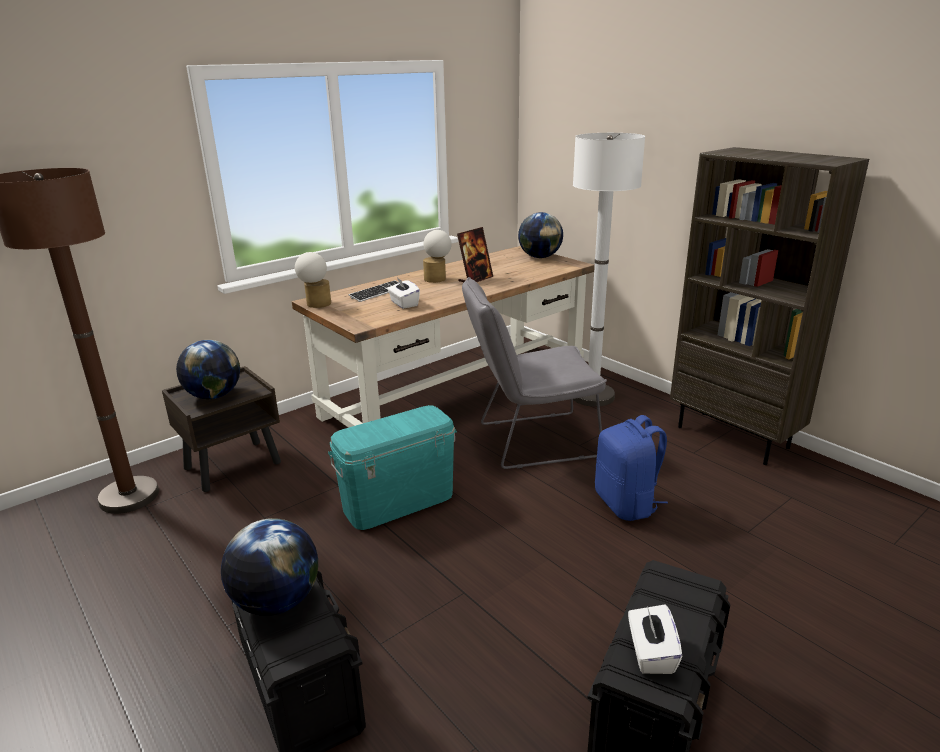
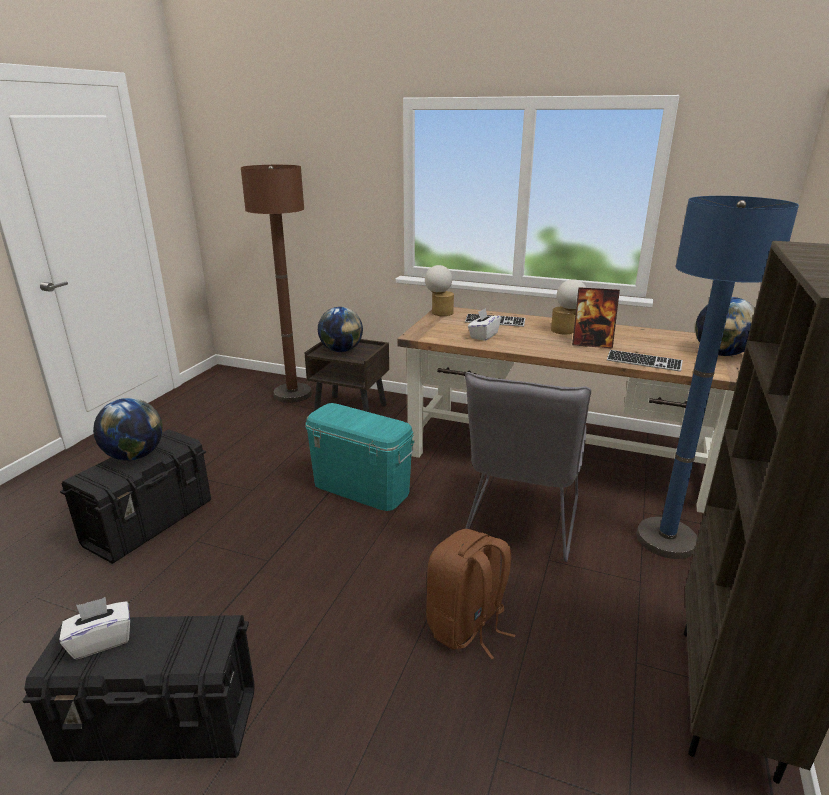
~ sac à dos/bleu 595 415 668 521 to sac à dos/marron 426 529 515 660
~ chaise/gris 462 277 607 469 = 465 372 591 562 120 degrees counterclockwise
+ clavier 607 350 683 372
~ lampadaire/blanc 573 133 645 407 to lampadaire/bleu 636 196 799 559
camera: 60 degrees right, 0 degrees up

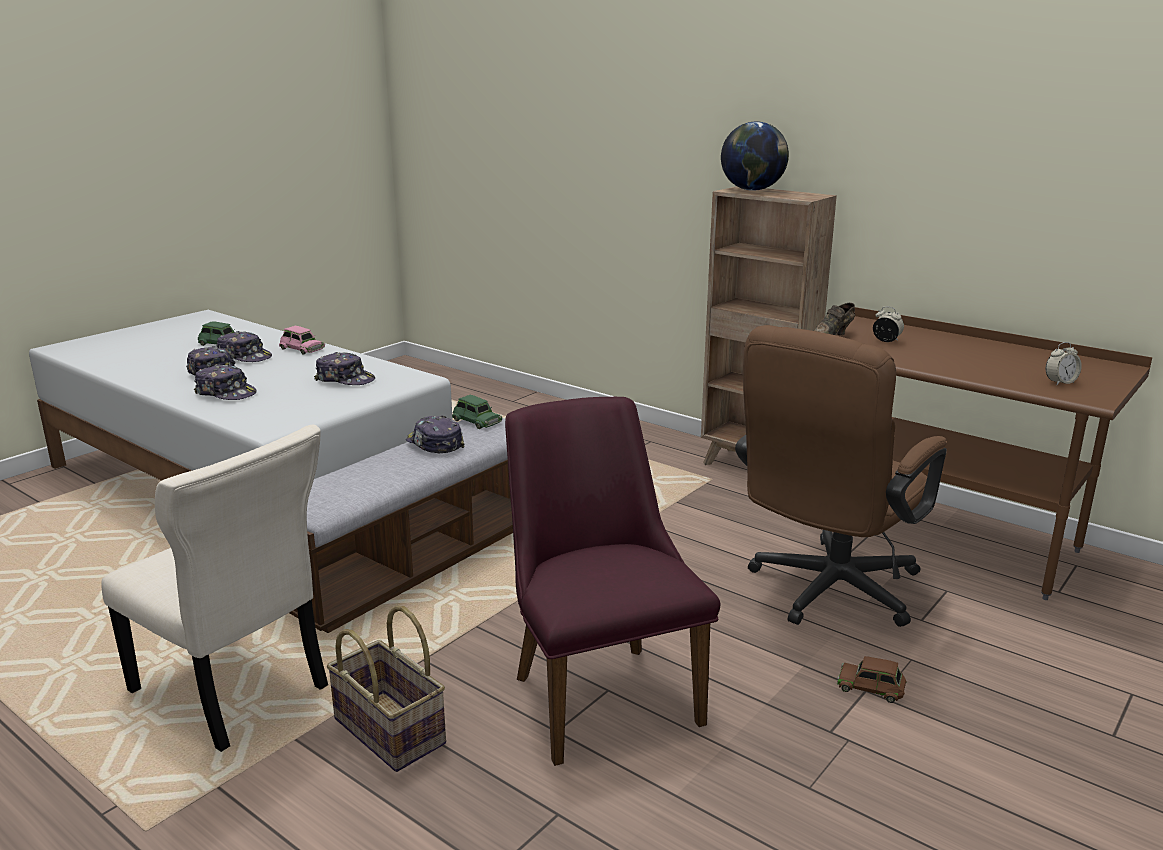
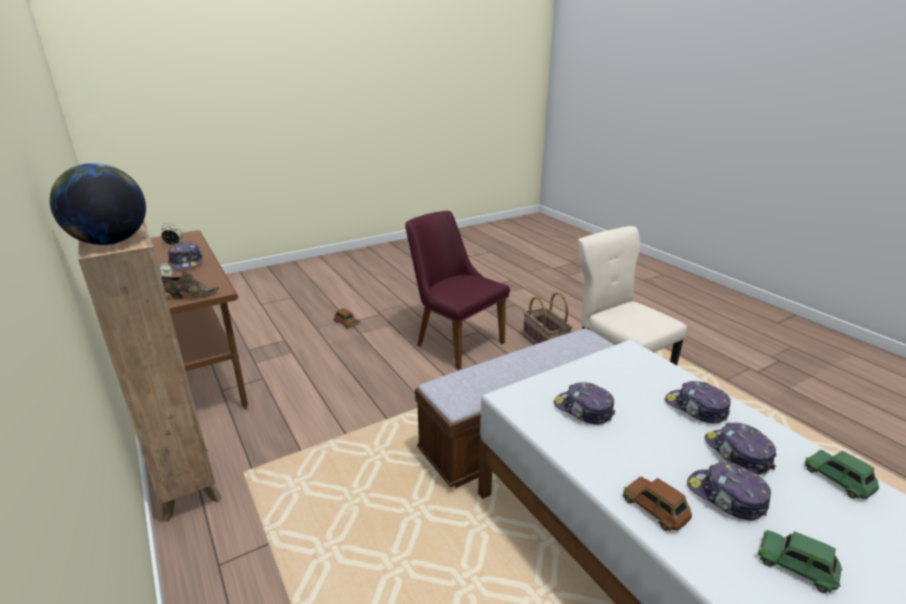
~ casquette 406 415 465 453 to 168 242 202 270
~ chaise/violet 505 397 720 766 = 405 211 510 370 135 degrees clockwise
~ petite voiture/rose 279 326 325 354 to petite voiture/marron 623 477 692 531
~ petite voiture/vert 452 395 502 429 to 804 450 879 499
- chaise de bureau/marron 735 325 947 627
camera: 160 degrees left, 5 degrees up

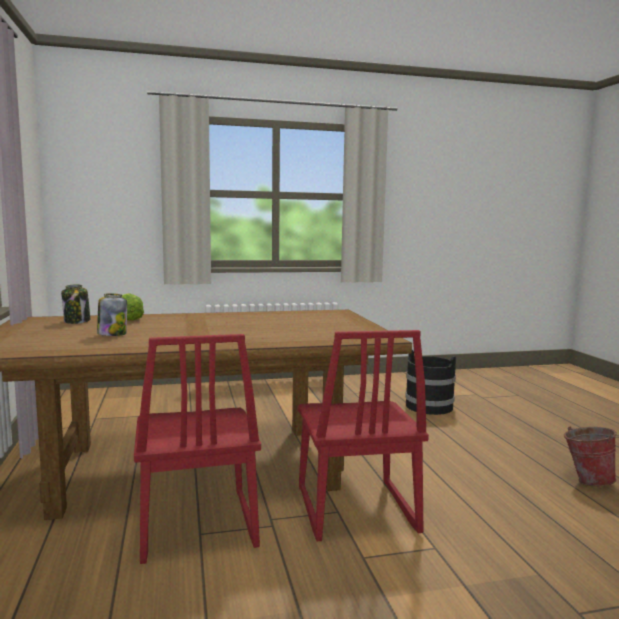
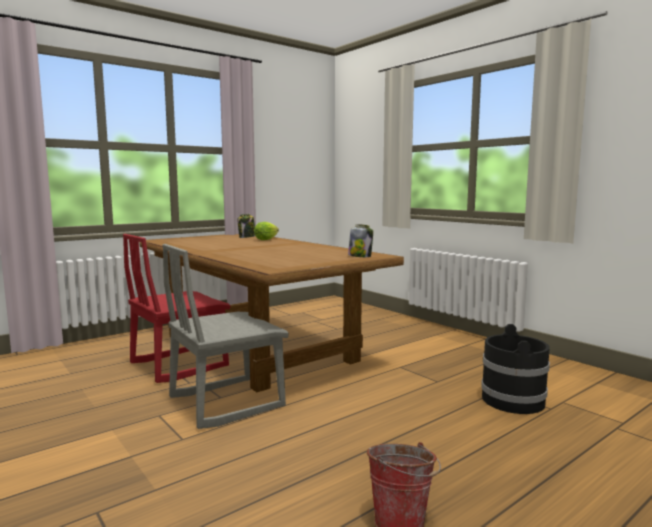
~ chaise/rouge 298 330 429 541 to chaise/gris 162 244 289 429
~ bocal 97 294 127 336 to 348 224 373 257
camera: 65 degrees right, 0 degrees up

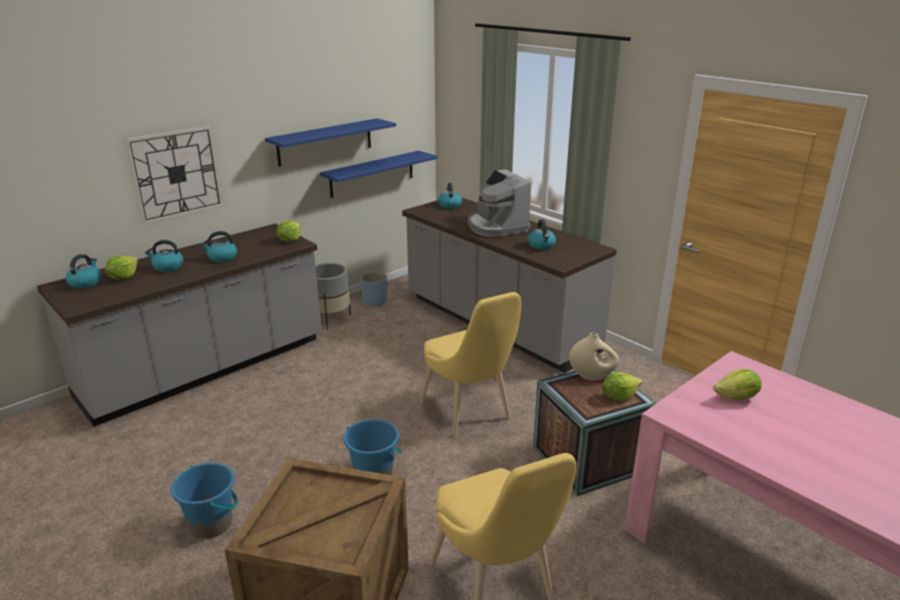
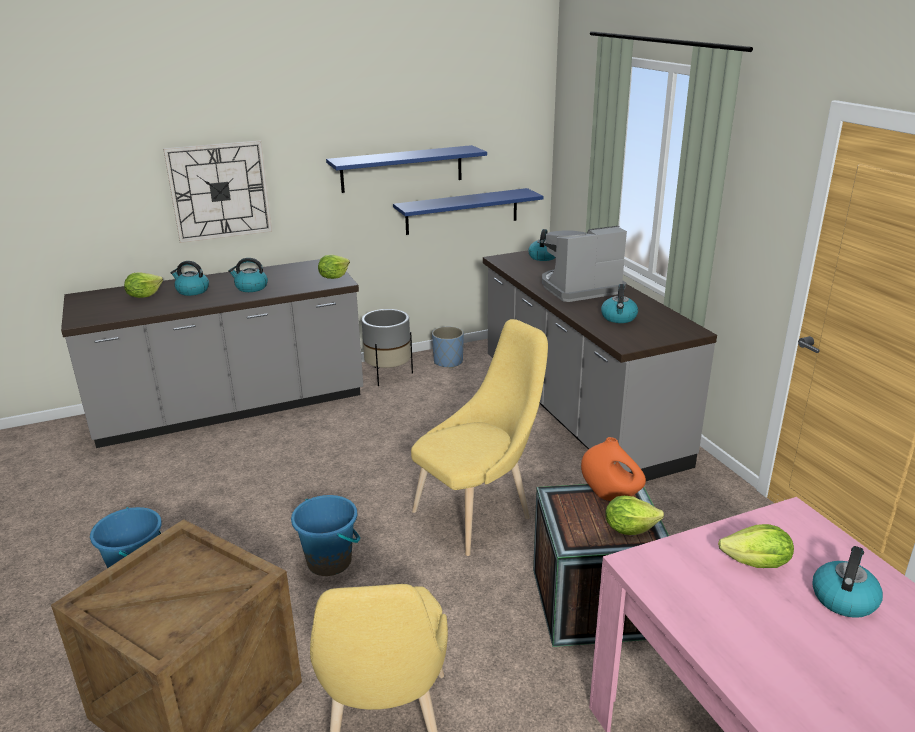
~ chaise/jaune 420 292 521 437 = 411 319 548 556 120 degrees counterclockwise
~ machine à café 468 169 531 237 = 542 226 627 302 75 degrees clockwise
~ vase/beige 569 333 619 381 to vase/orange 581 437 646 501
~ bouilloire 66 254 101 289 to 812 546 883 618
camera: 20 degrees right, 0 degrees up

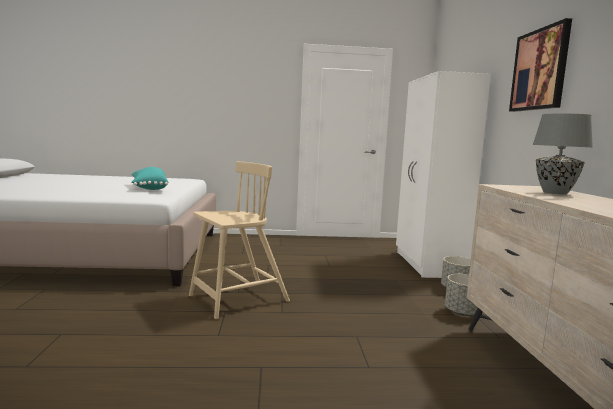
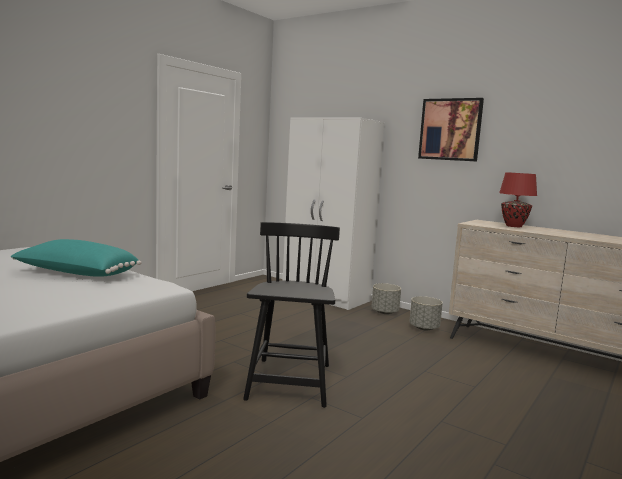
~ chaise/beige 189 161 290 319 to chaise/noir 243 222 340 408
~ lampe de table/gris 533 114 593 194 to lampe de table/rouge 499 172 537 227
camera: 50 degrees left, 0 degrees up

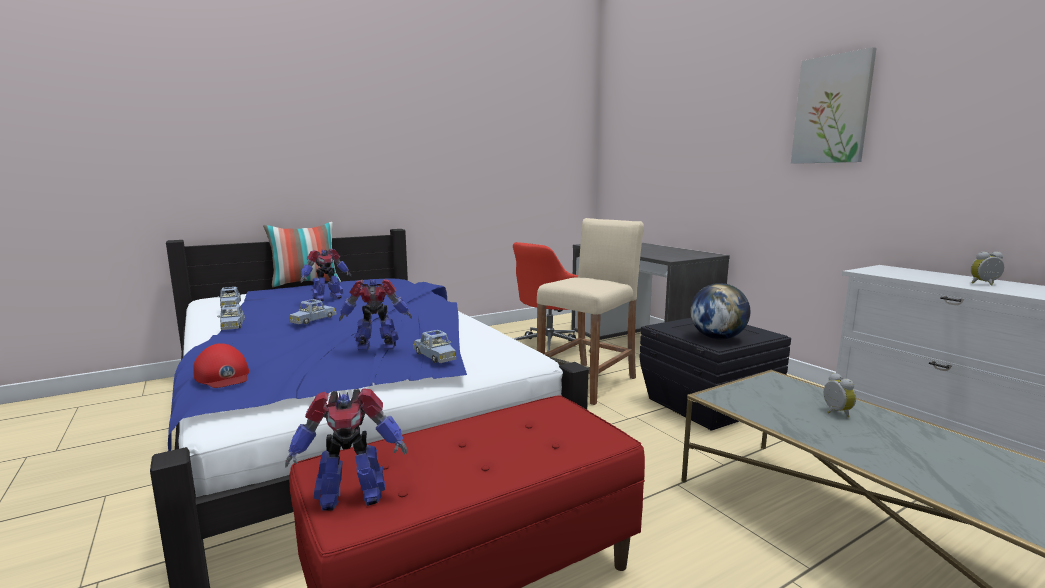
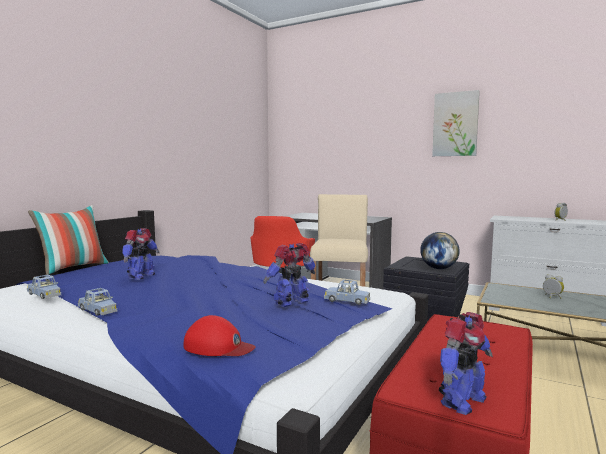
- petite voiture/bleu 290 299 337 324
camera: 30 degrees left, 5 degrees down

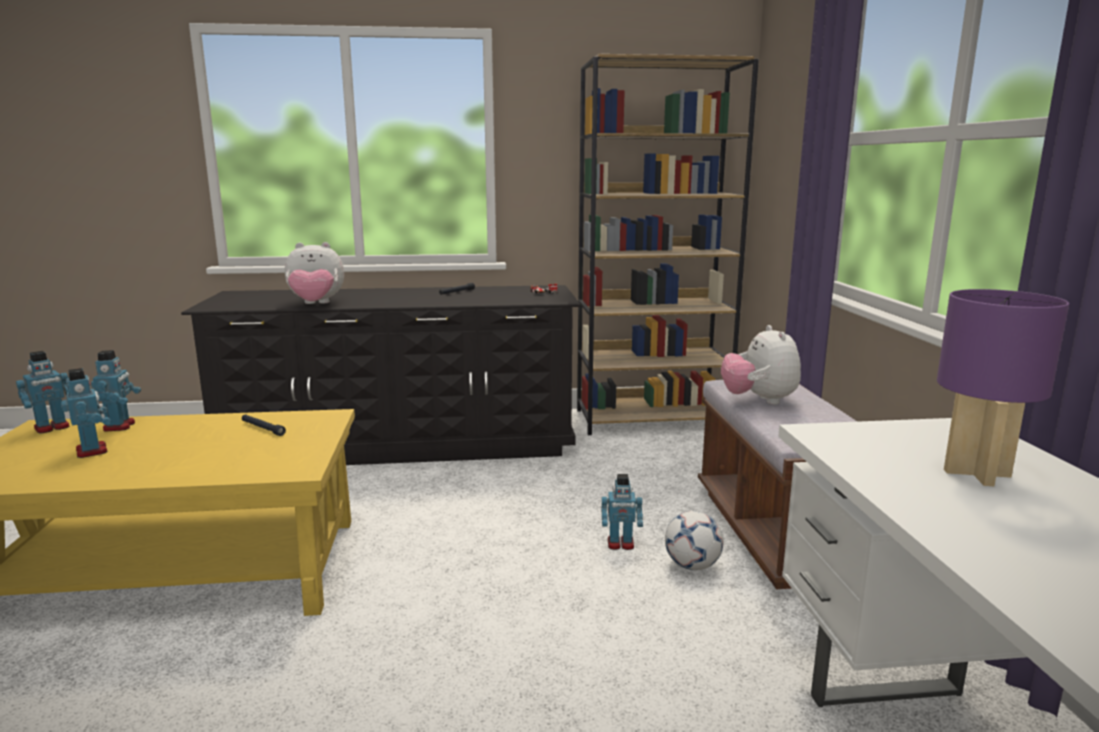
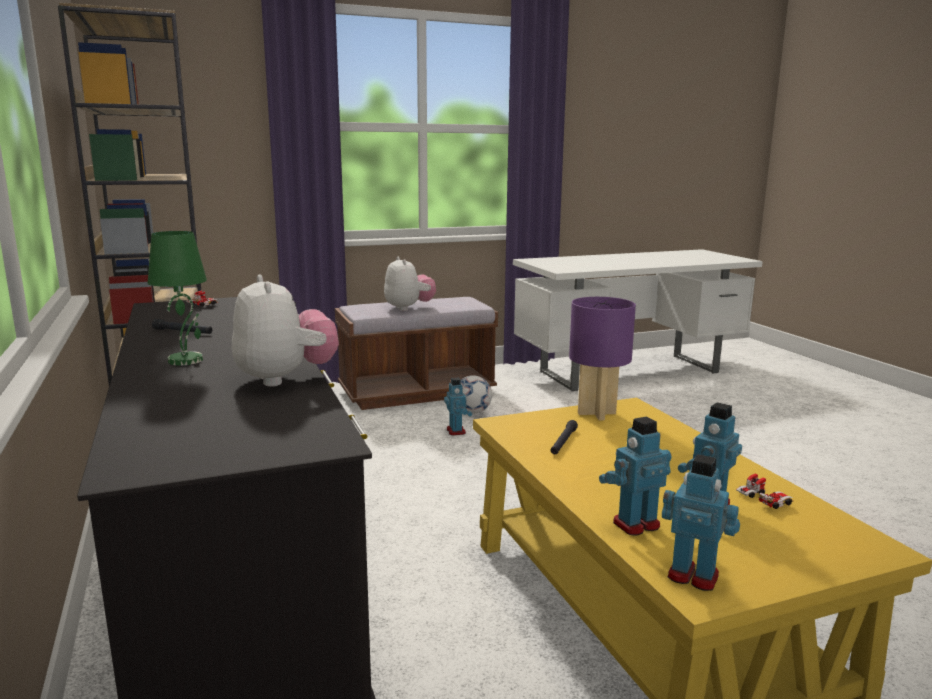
+ lampe de table/vert 148 231 207 365
~ peluche 721 325 801 405 = 384 256 436 311 90 degrees counterclockwise
~ lampe de table/violet 937 289 1069 486 to 569 297 636 420
+ petite voiture 736 473 793 509
camera: 105 degrees left, 0 degrees up

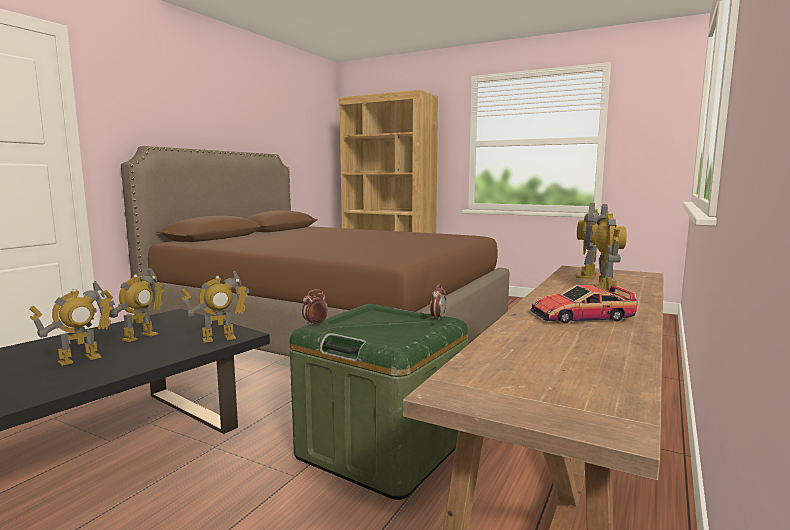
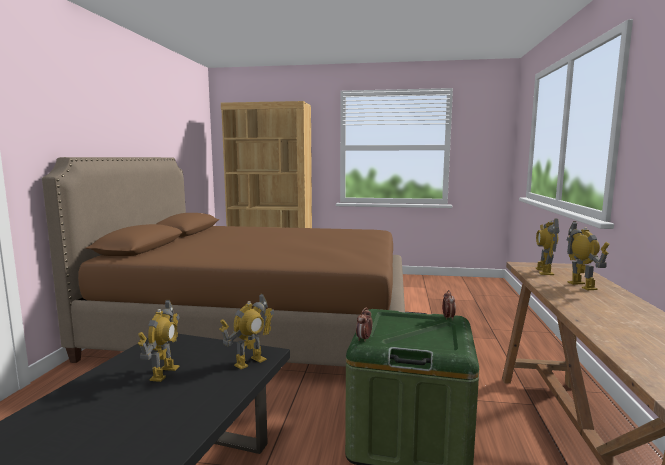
- robot jouet 29 281 115 366
- petite voiture 531 284 637 324
camera: 20 degrees left, 0 degrees up

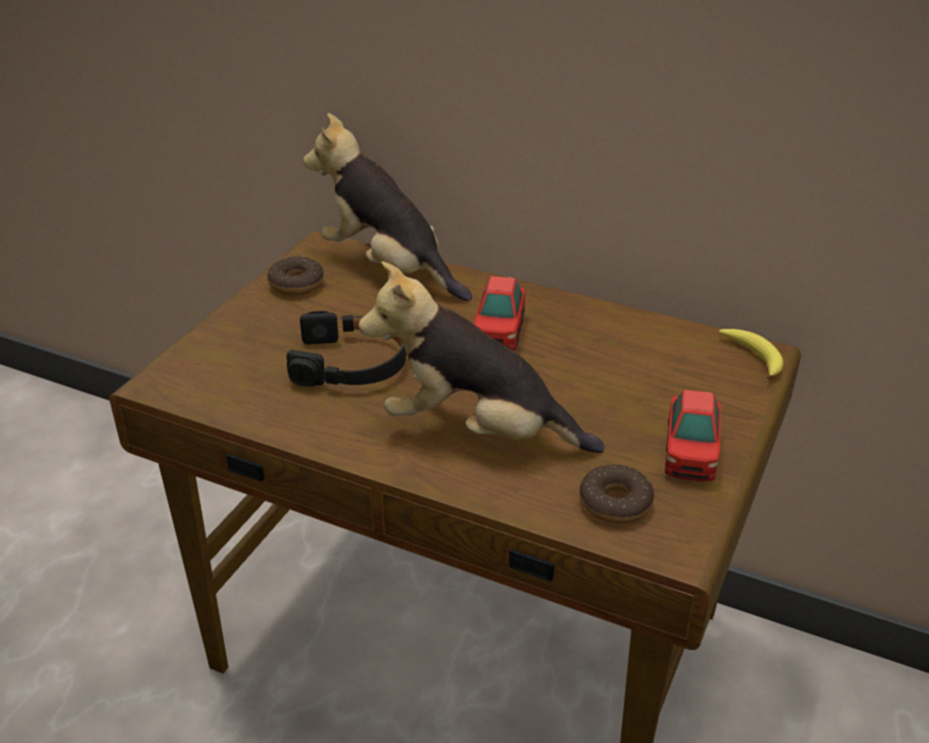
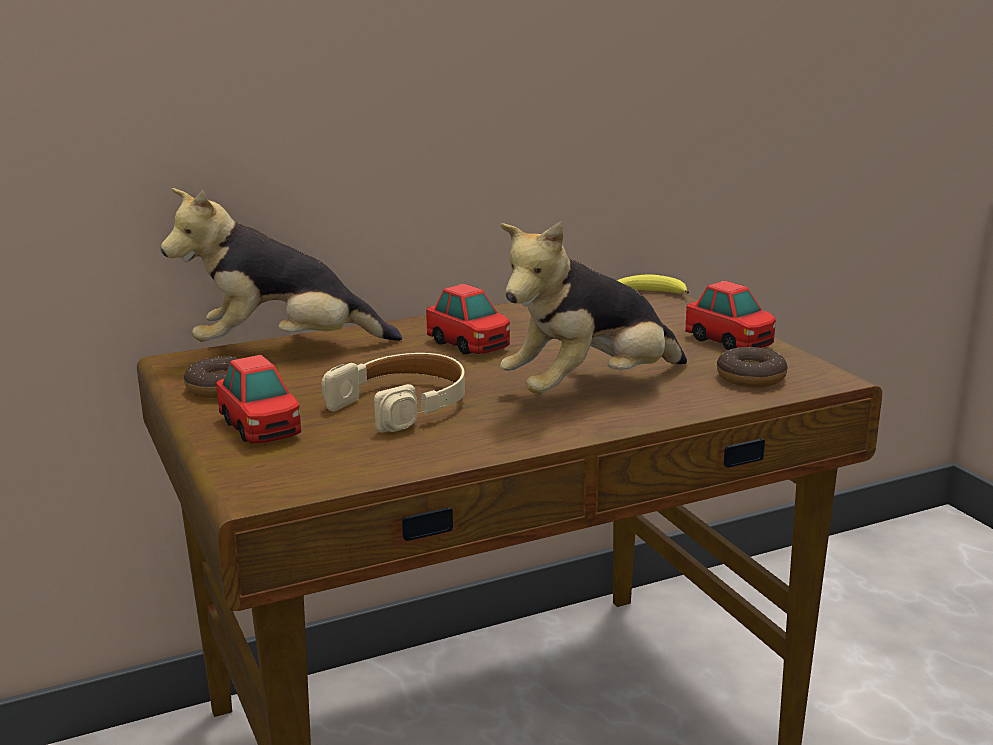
+ petite voiture 216 355 301 444
~ casque audio/noir 286 311 406 387 to casque audio/beige 321 353 465 433
camera: 50 degrees left, 15 degrees down

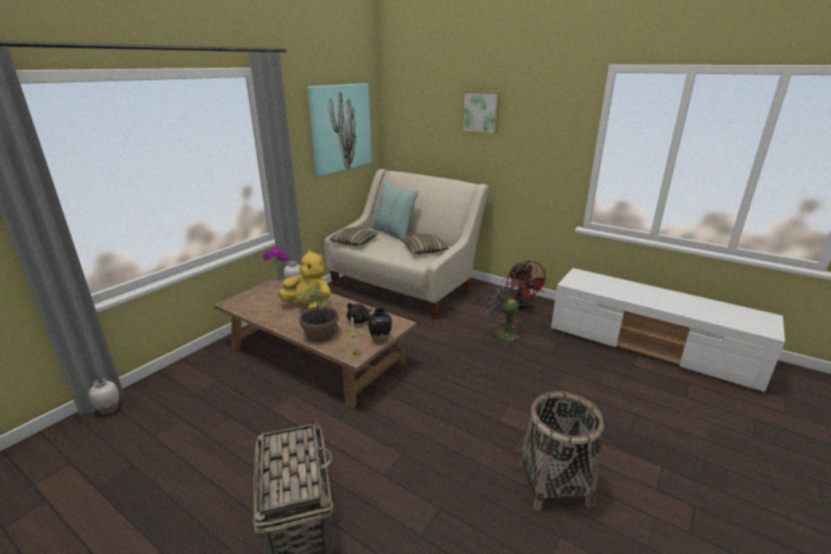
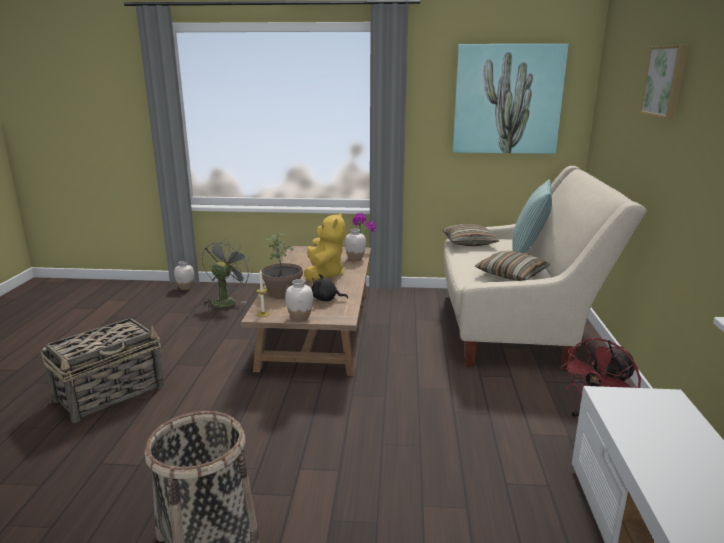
~ ventilateur/gris 481 278 523 345 to 202 239 253 309
~ vase/noir 368 308 392 344 to vase/blanc 285 279 313 322
camera: 60 degrees right, 5 degrees down

